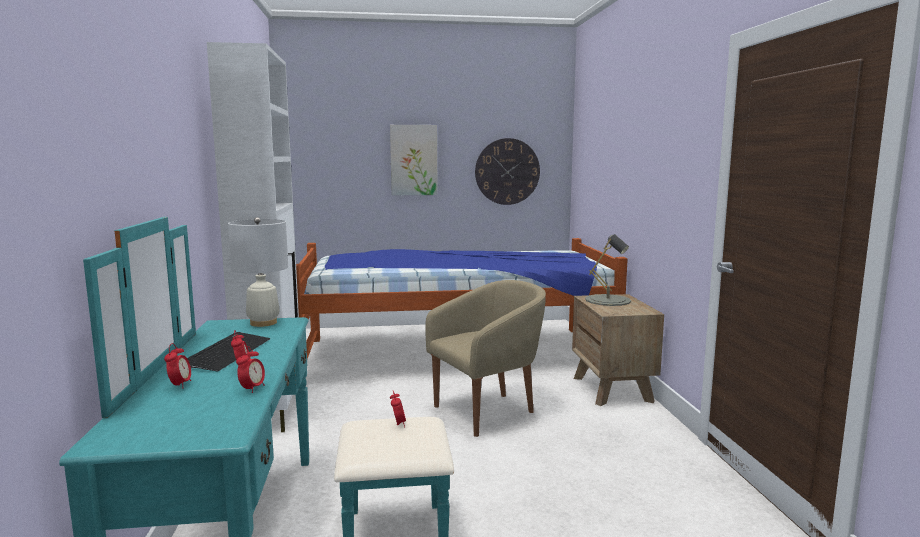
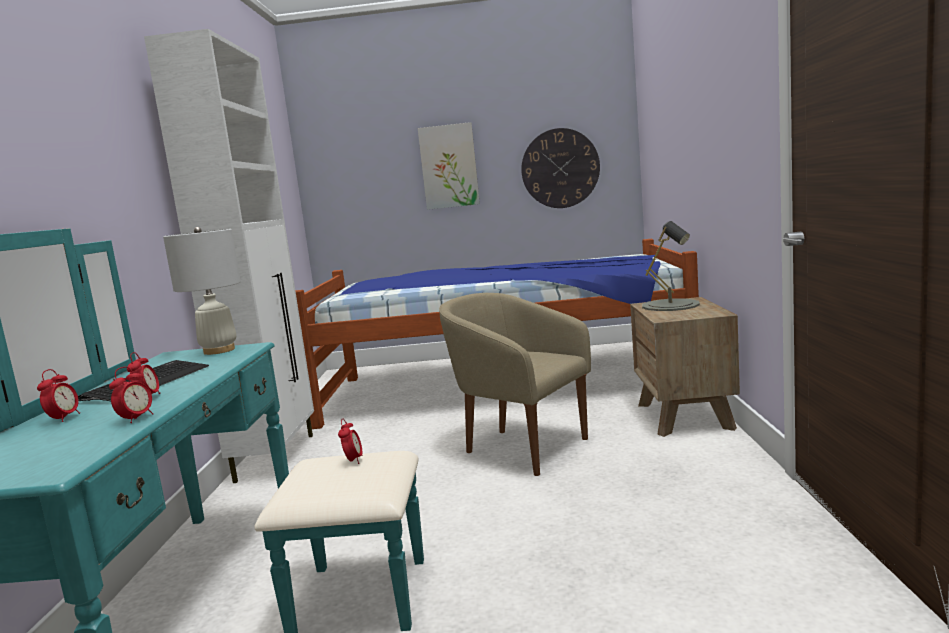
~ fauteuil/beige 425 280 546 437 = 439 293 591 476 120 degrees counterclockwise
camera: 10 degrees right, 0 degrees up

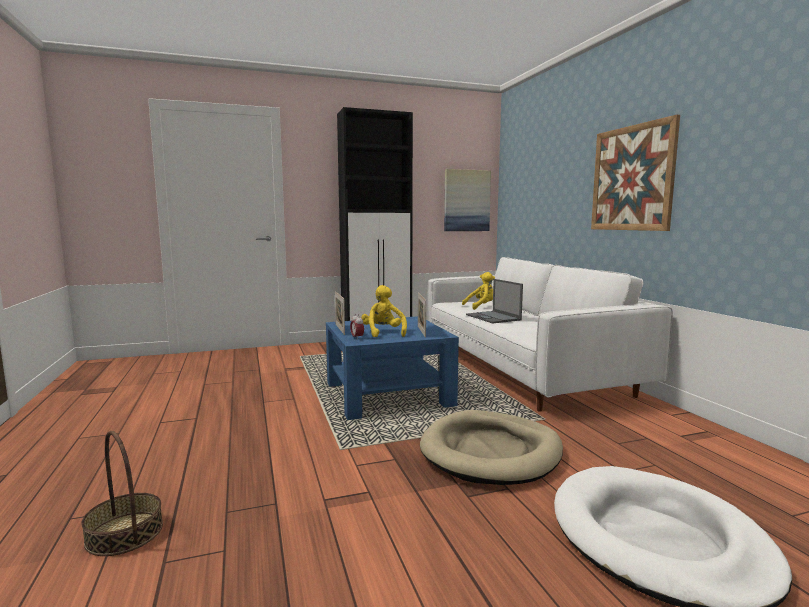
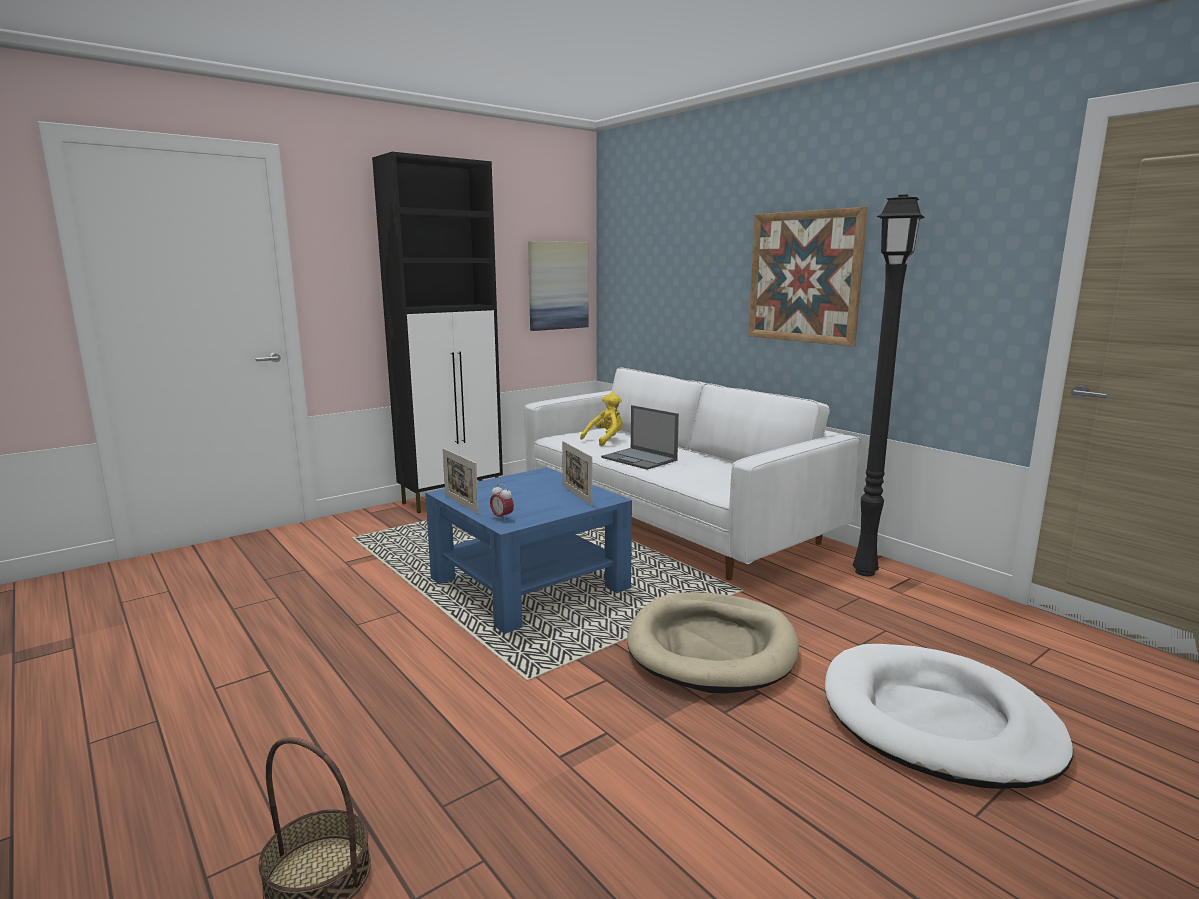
+ lampadaire/noir 853 195 925 576
- peluche/jaune 361 285 407 337
camera: 20 degrees left, 5 degrees up

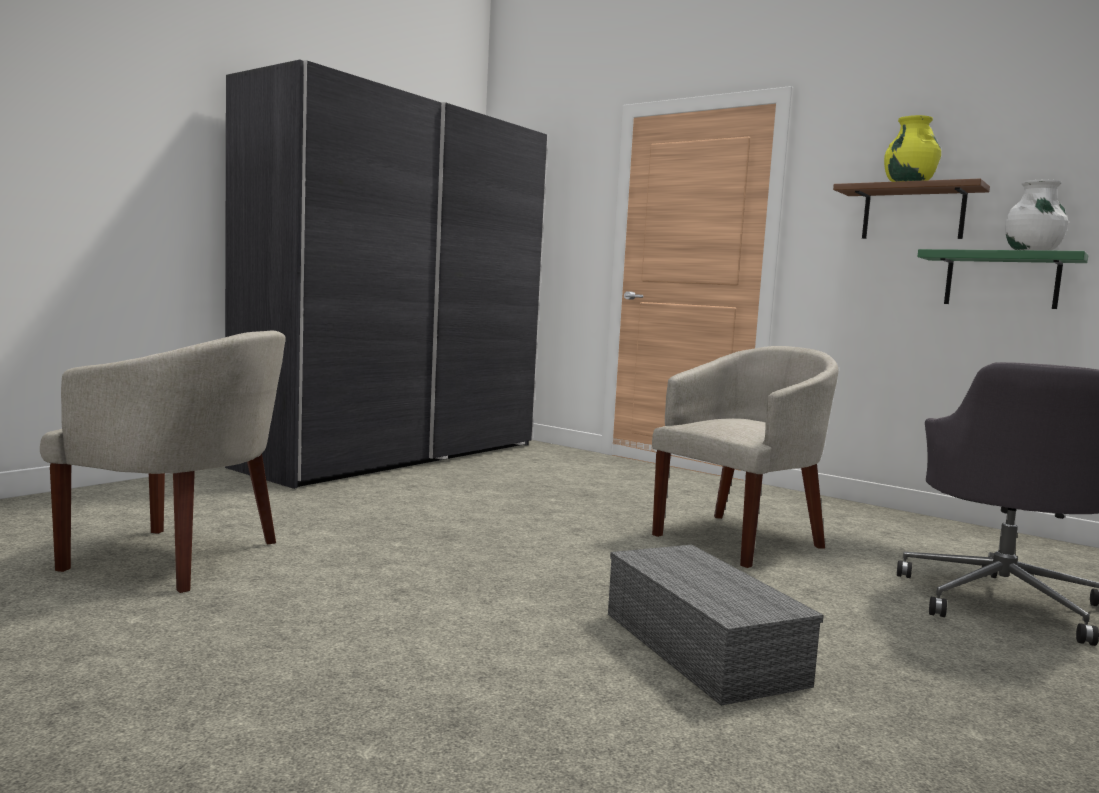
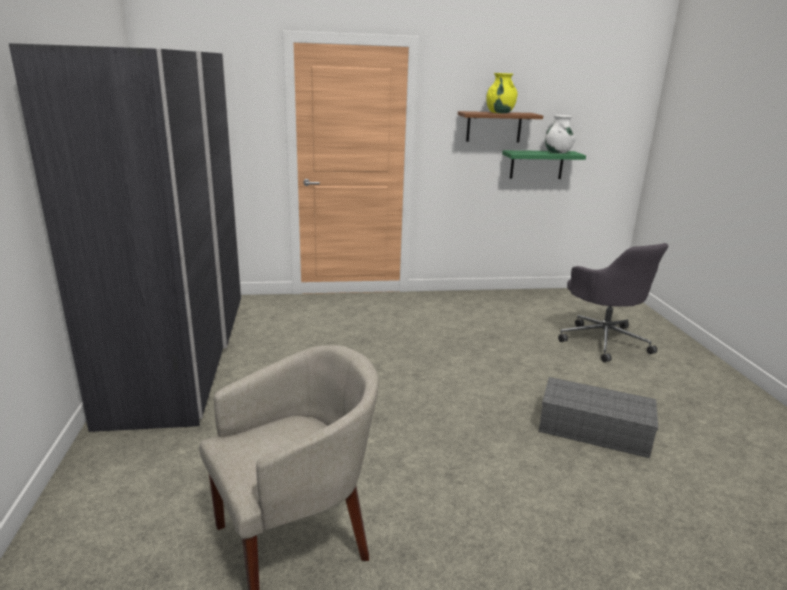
- fauteuil/beige 652 346 838 568
camera: 45 degrees left, 15 degrees up

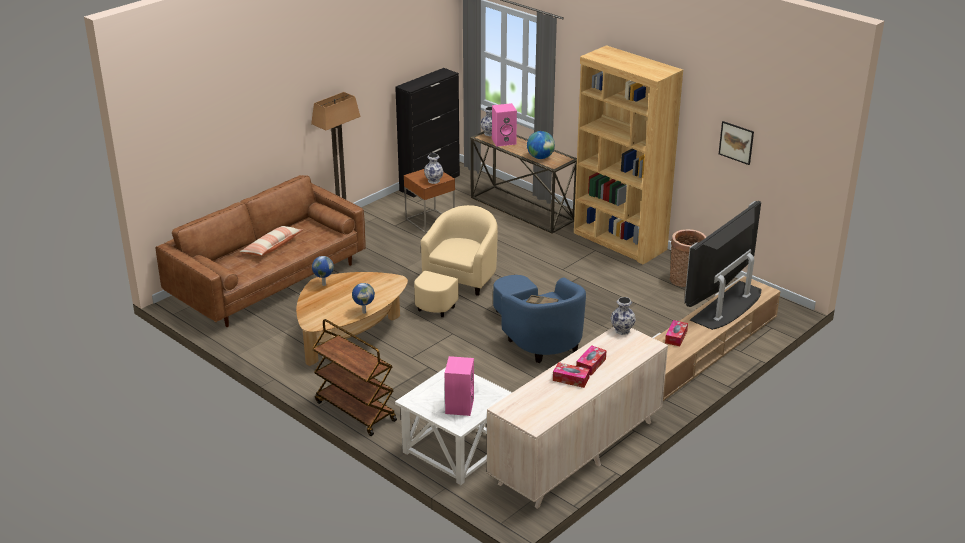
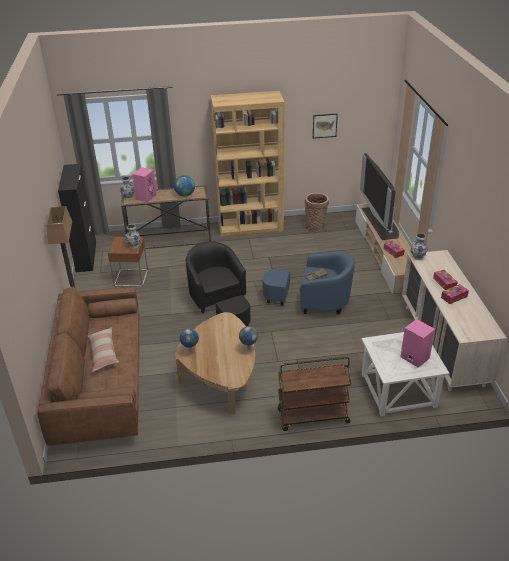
~ fauteuil/beige 414 205 498 317 to fauteuil/noir 186 241 251 326
camera: 50 degrees left, 5 degrees up

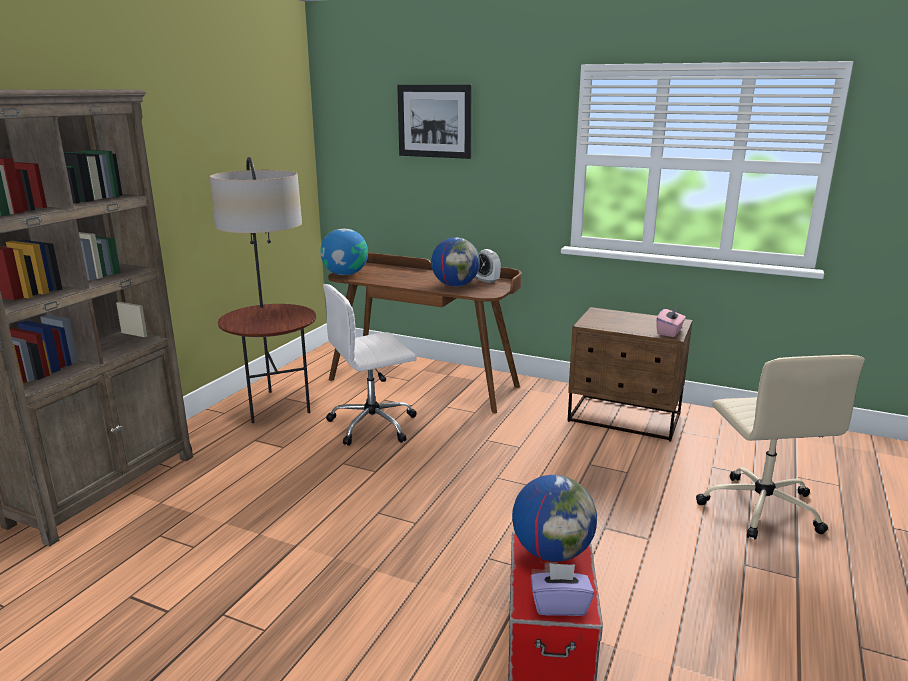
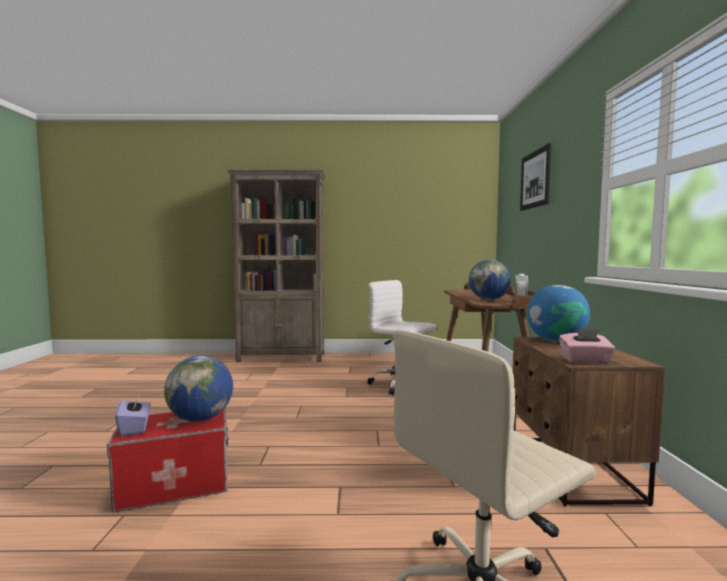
~ globe 320 229 368 275 to 527 285 590 342
- lampadaire 210 157 316 423
camera: 65 degrees right, 15 degrees down

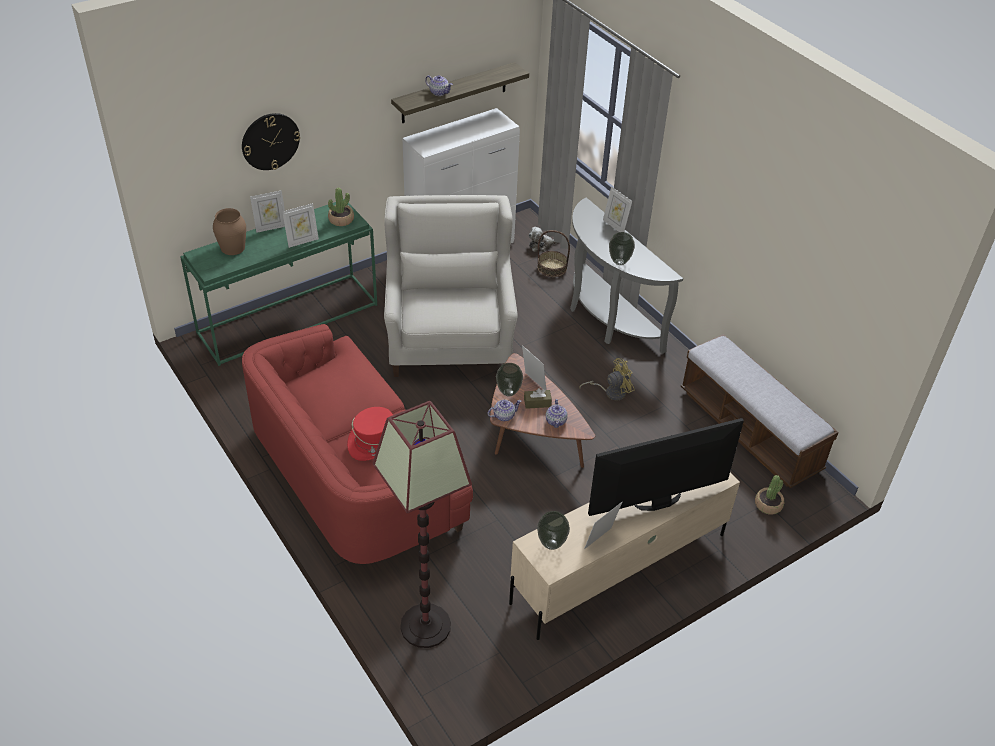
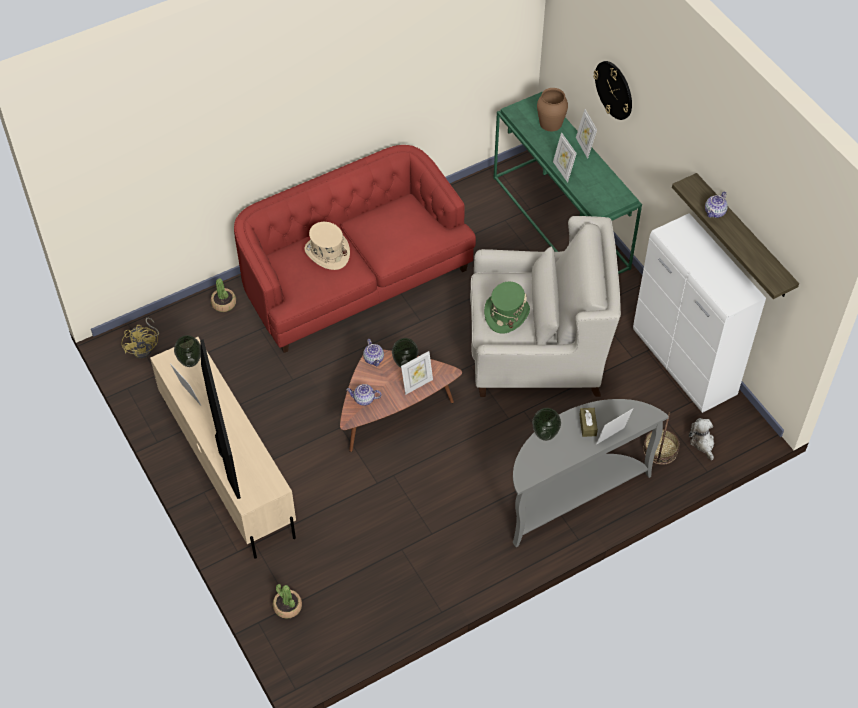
~ ventilateur/jaune 579 358 635 400 to 121 317 159 358
~ plante en pot 328 188 354 226 to 211 278 236 312
~ chapeau/rouge 347 407 393 461 to chapeau/beige 305 222 350 270
+ chapeau/vert 484 282 530 334
~ boîte à mouchoirs/marron 524 388 552 409 to 579 408 598 437
- lampadaire 373 401 472 648
- banc 681 334 839 488
camera: 95 degrees right, 10 degrees up

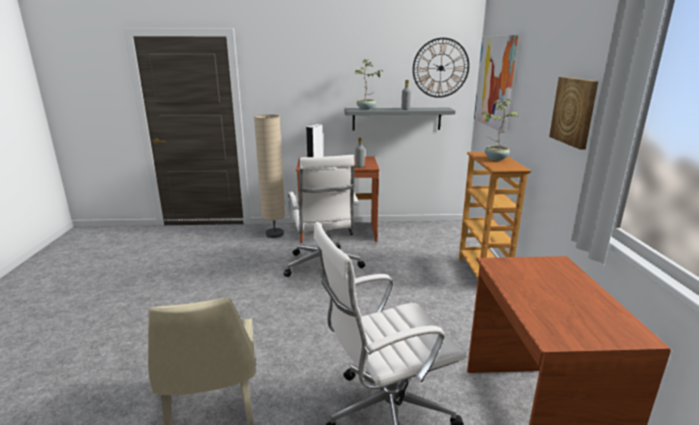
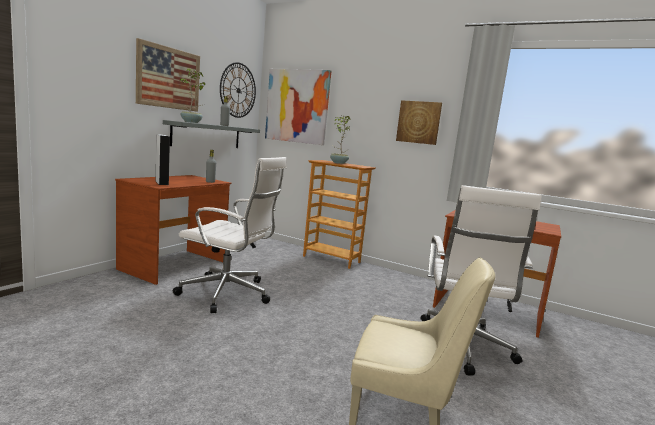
+ tableau 136 38 200 112
- lampadaire/beige 254 114 285 238
camera: 60 degrees left, 10 degrees down

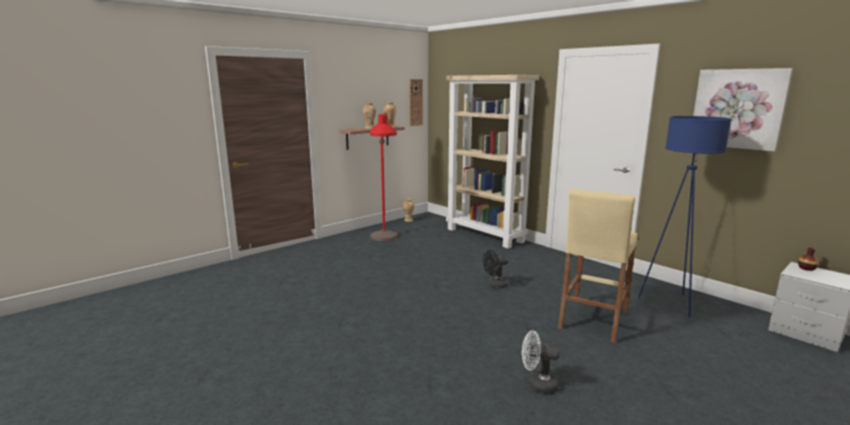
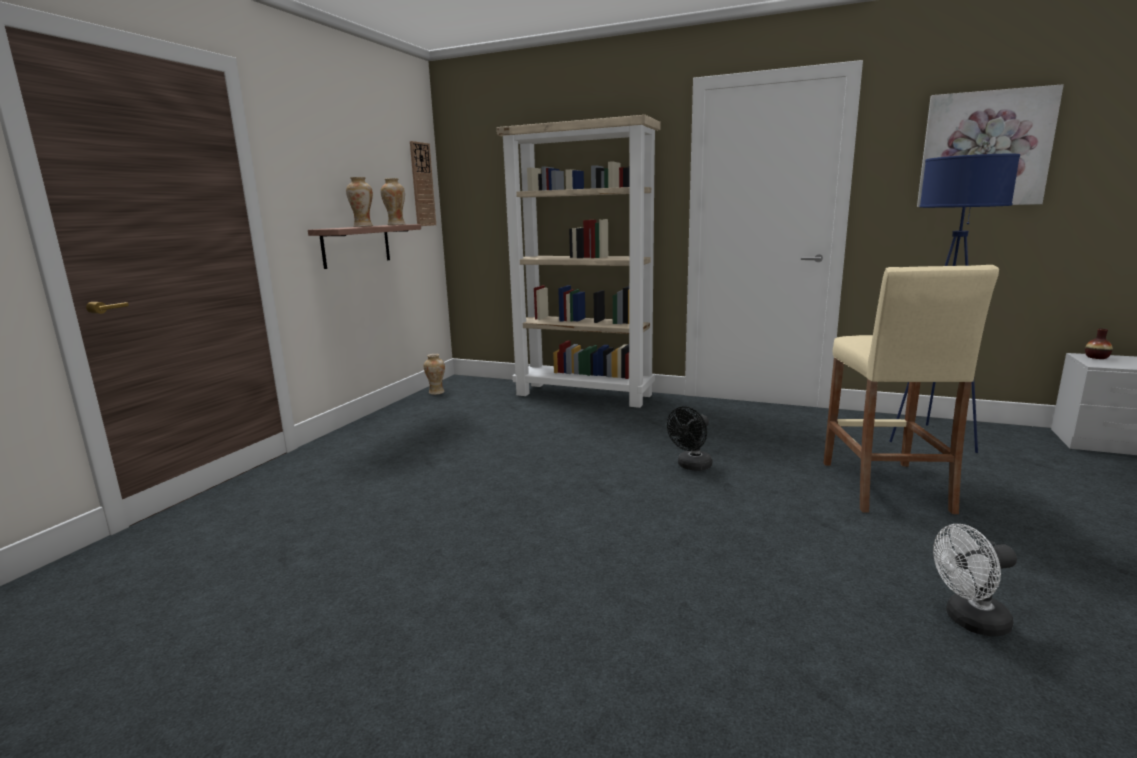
- lampadaire/rouge 370 114 398 241
camera: 25 degrees left, 0 degrees up

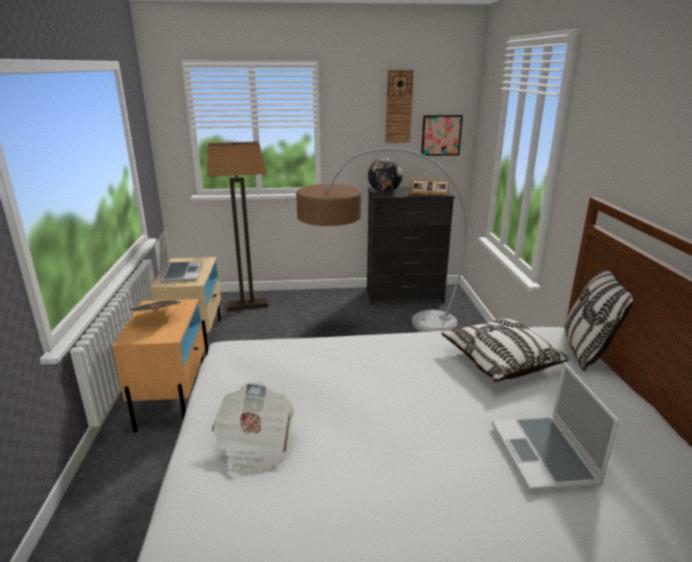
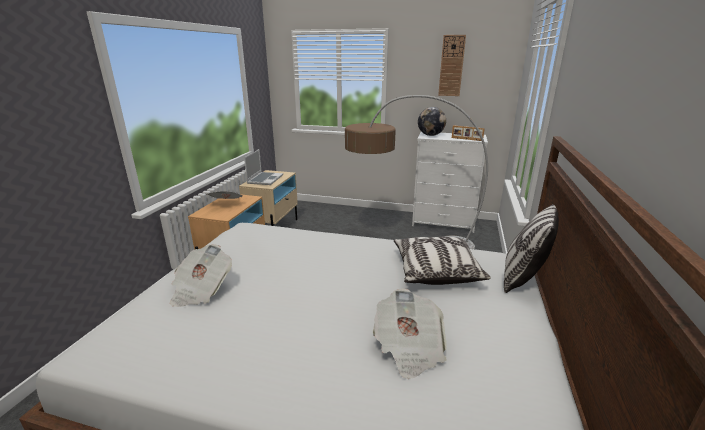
~ ordinateur portable 492 362 619 491 to journal 373 288 447 379
~ commode/noir 367 187 455 306 to commode/blanc 412 132 488 233
- lampadaire 207 141 268 311
- tableau 421 115 463 156
camera: 20 degrees right, 0 degrees up

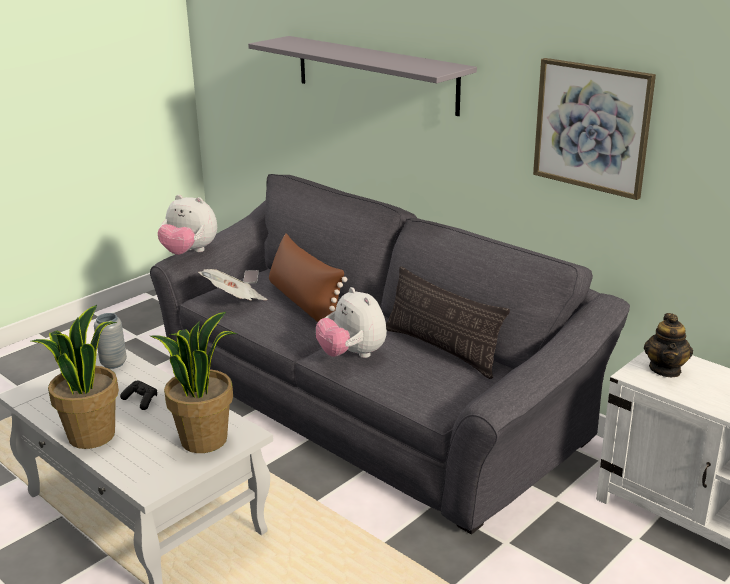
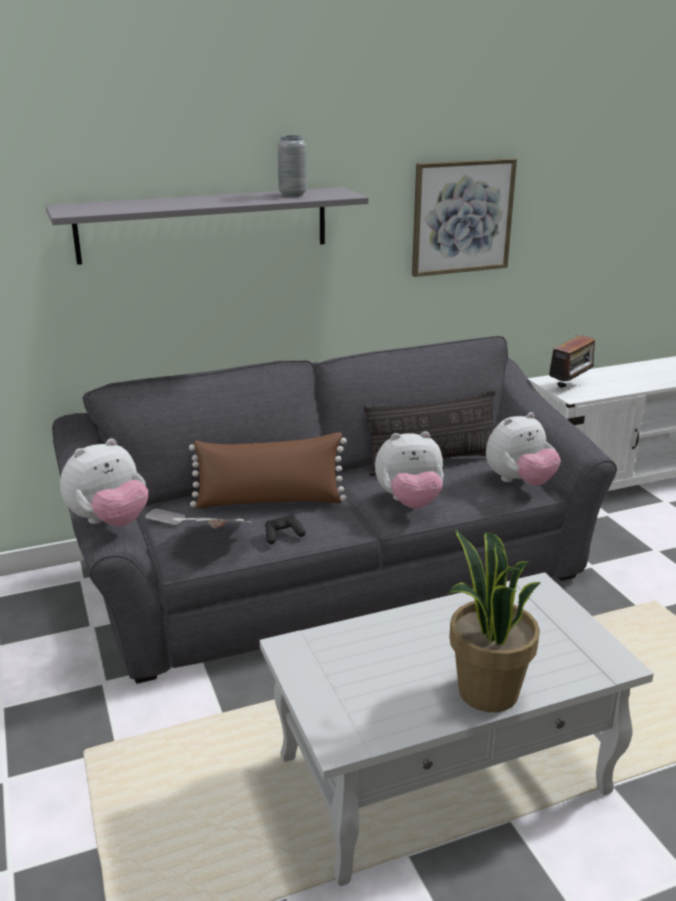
~ manette/noir 120 381 157 410 to 265 515 306 544
~ vase/gris 94 313 127 369 to 277 135 307 197
+ peluche 486 412 561 486
~ théière 644 313 693 377 to radio 549 335 597 389
- plante en pot 150 312 237 453
camera: 65 degrees left, 0 degrees up

